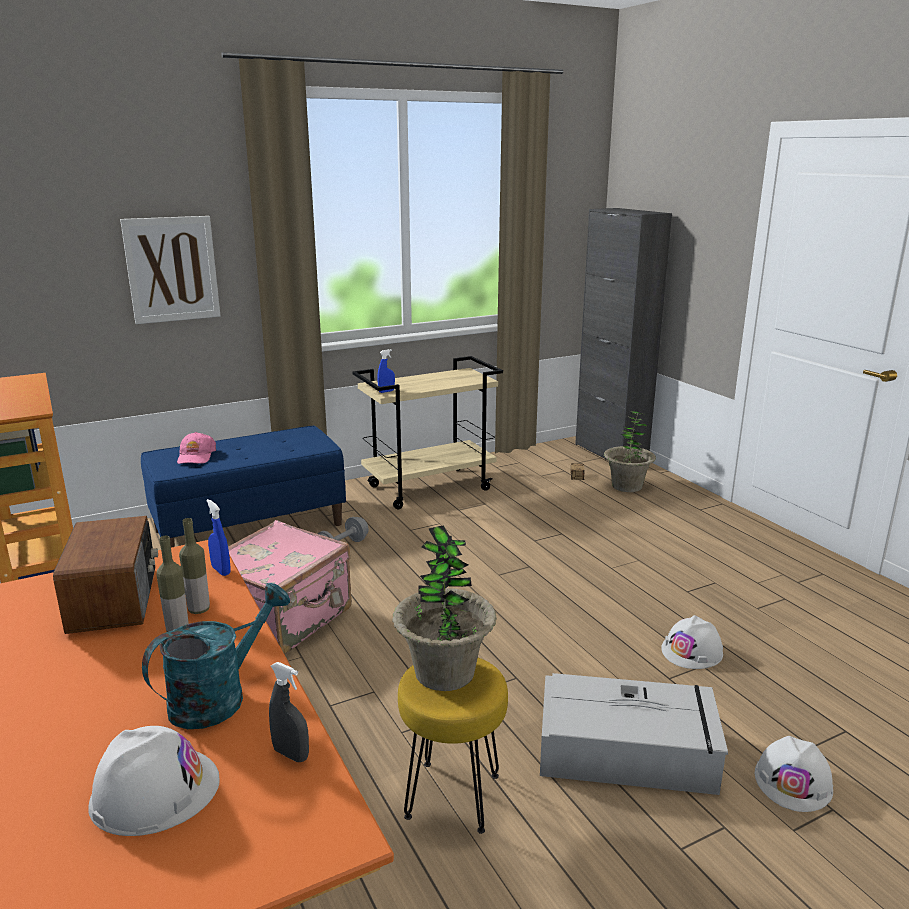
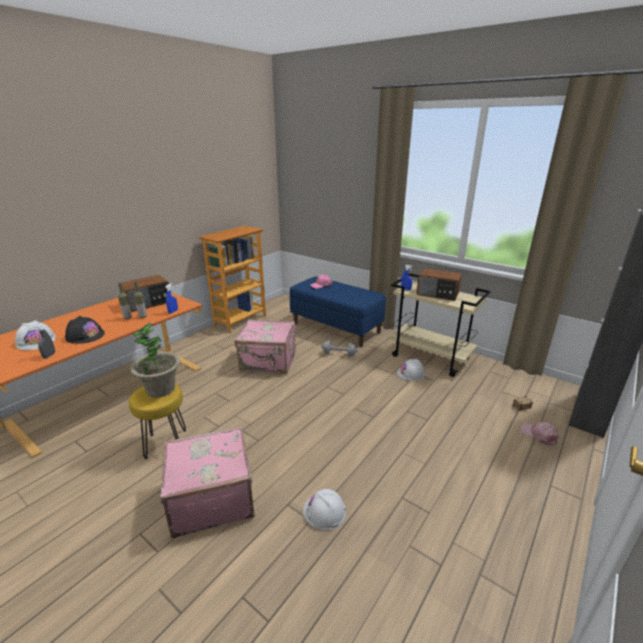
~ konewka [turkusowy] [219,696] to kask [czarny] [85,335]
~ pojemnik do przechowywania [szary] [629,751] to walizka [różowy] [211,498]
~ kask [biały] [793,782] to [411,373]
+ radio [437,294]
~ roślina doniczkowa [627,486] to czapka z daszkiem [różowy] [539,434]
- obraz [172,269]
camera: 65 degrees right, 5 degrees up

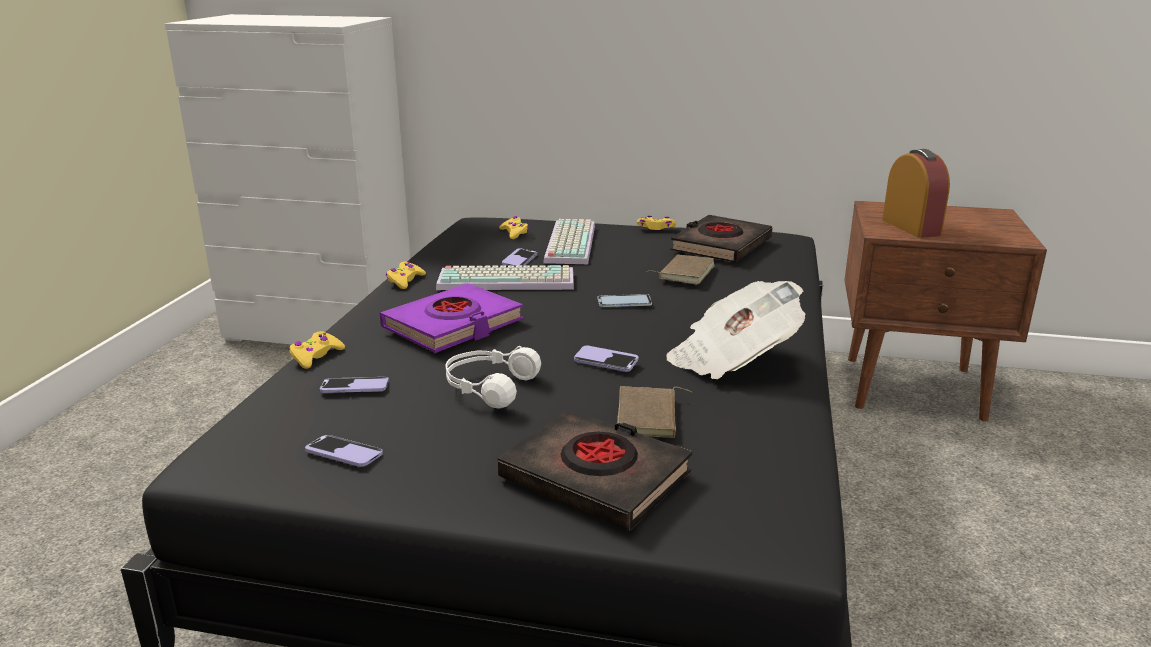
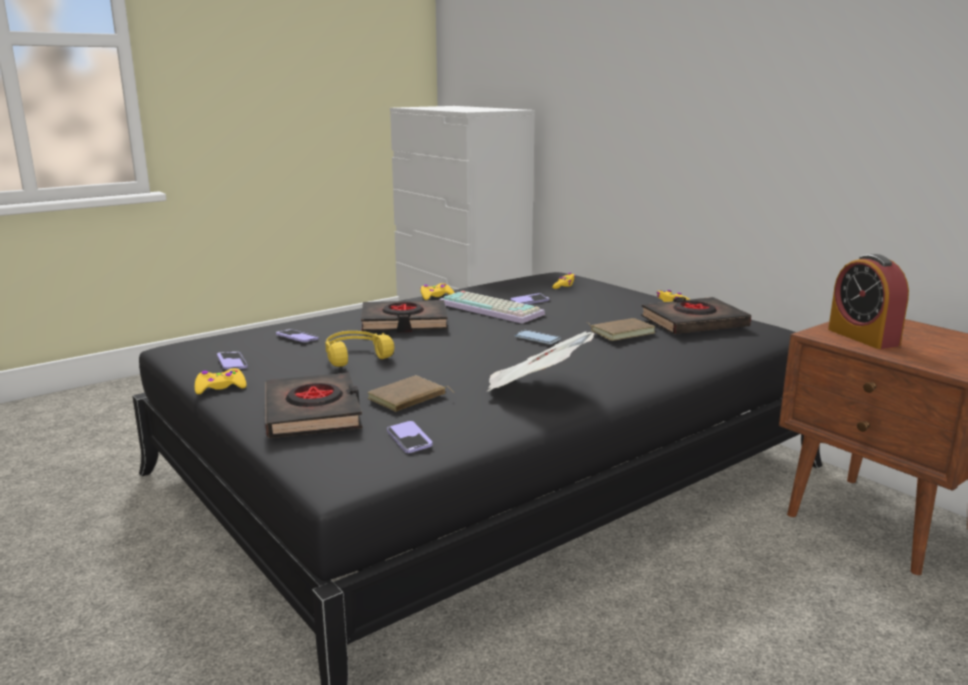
~ pad do gier [żółty] [315,356] to [220,387]
~ słuchawki [biały] [488,387] to słuchawki [żółty] [355,356]
~ książka [fioletowy] [453,325] to książka [czarny] [404,323]
~ telefon [606,361] to [409,439]
~ budzik [911,227] = [863,337] 135 degrees clockwise
- klawiatura [568,243]
camera: 40 degrees right, 5 degrees down

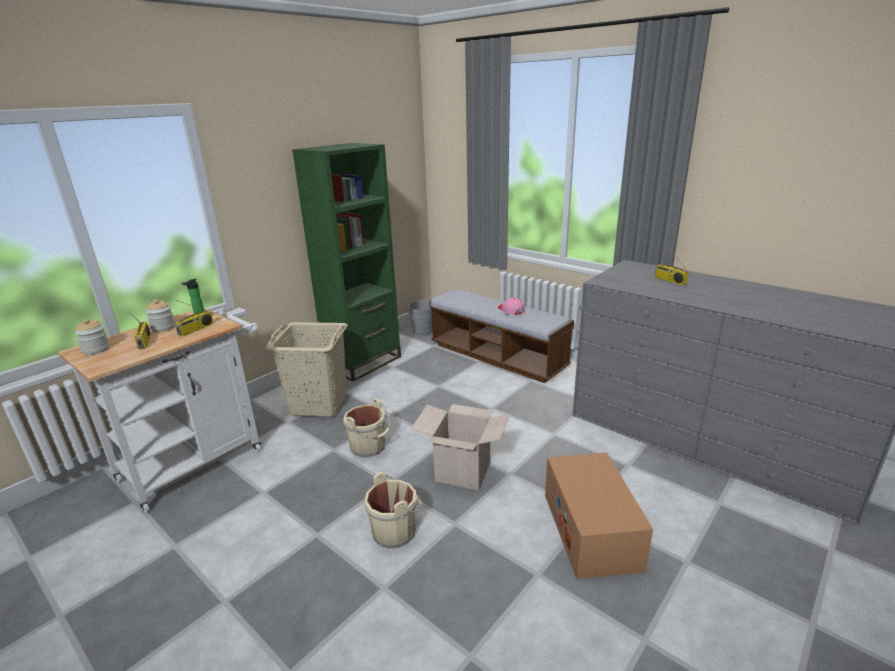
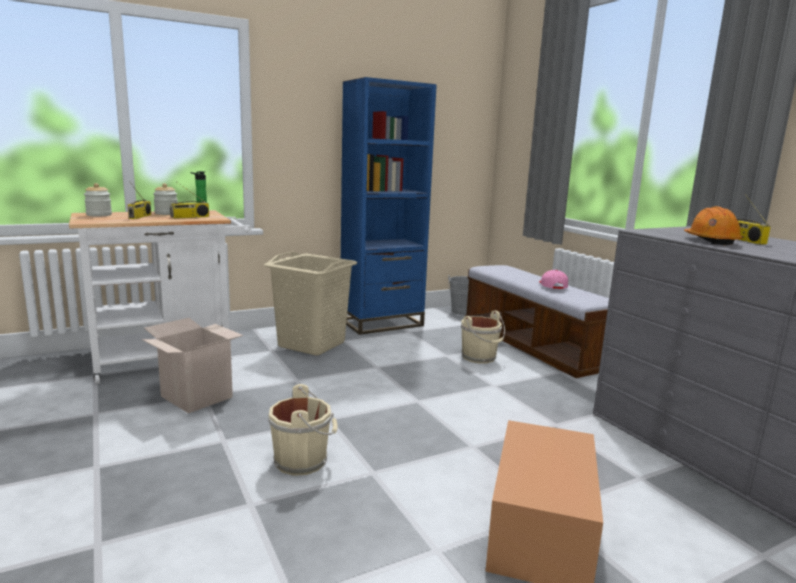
~ karton [463,472] to [196,397]
~ regał [zielony] [363,362] to regał [niebieski] [381,323]
~ wiadro [beżowy] [369,447] to [480,357]
+ kask [pomarańczowy] [710,241]
camera: 20 degrees right, 10 degrees down

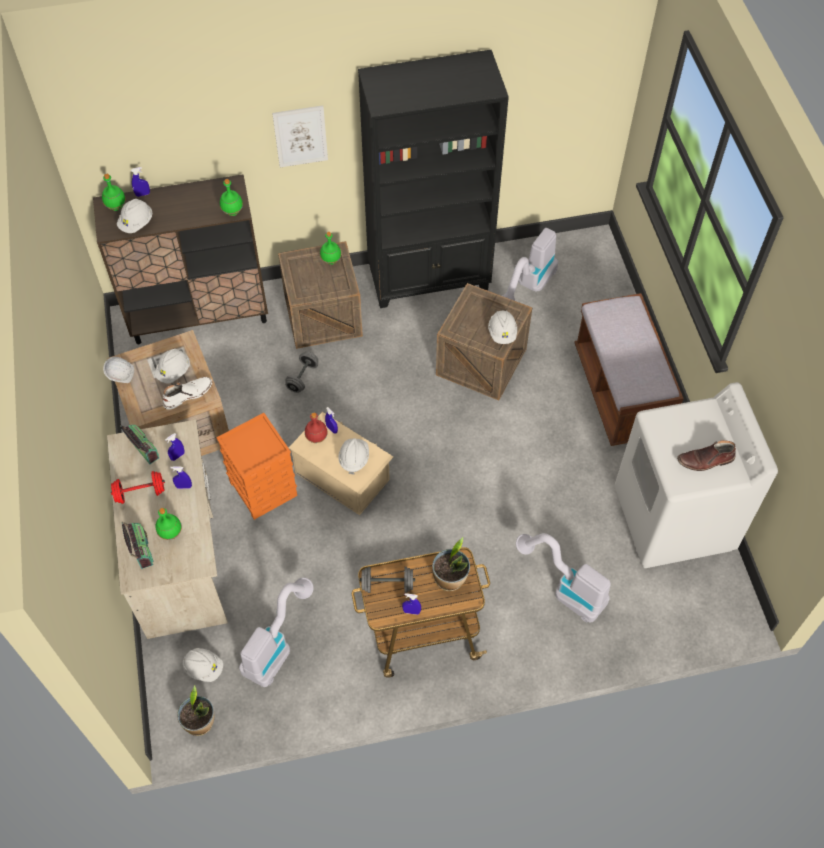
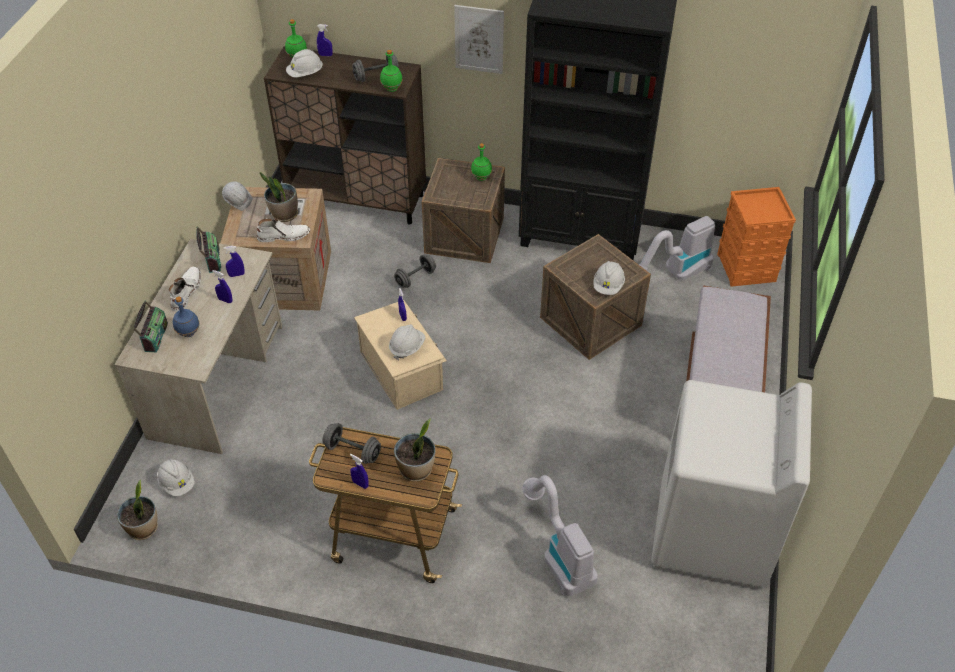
~ hantel [czerwony] [140,493] to but z cholewką [biały] [185,292]
~ butelka [zielony] [171,533] to butelka [niebieski] [188,333]
~ kask [biały] [174,371] to roślina doniczkowa [284,215]
+ hantel [szary] [376,76]
~ pojemnik do przechowywania [pomarańczowy] [264,489] to [747,268]
- odkurzacz [276,645]
- butelka [czerwony] [316,438]
- but z cholewką [brązowy] [705,460]
camera: 25 degrees right, 10 degrees down

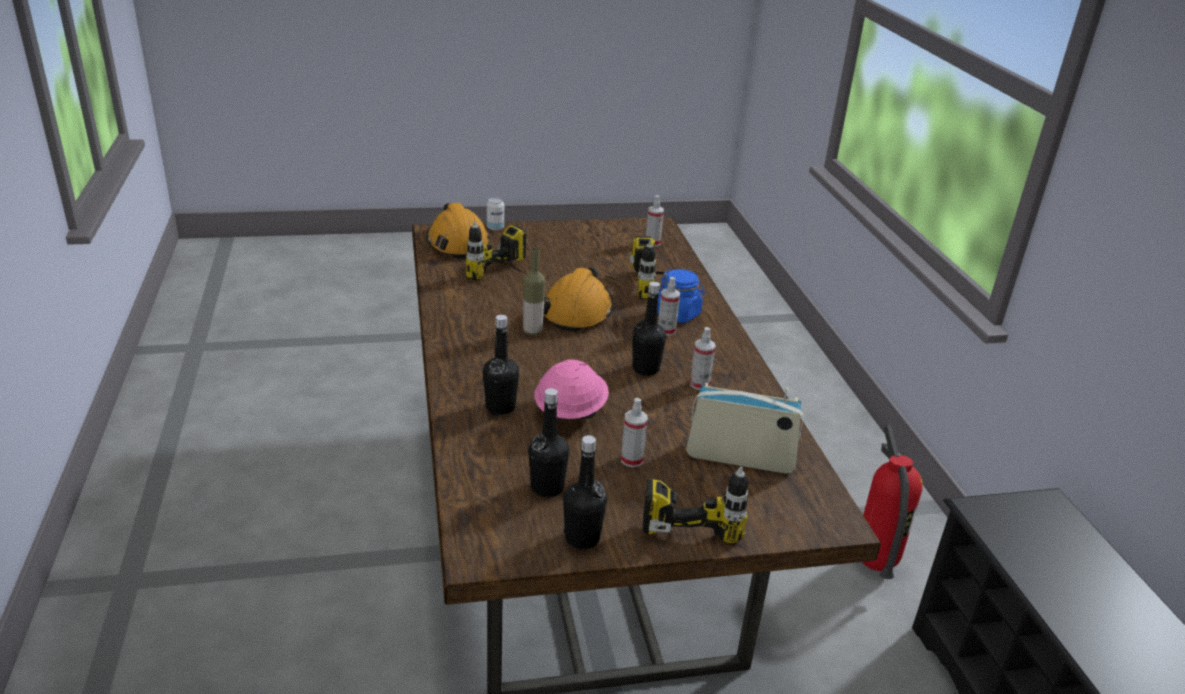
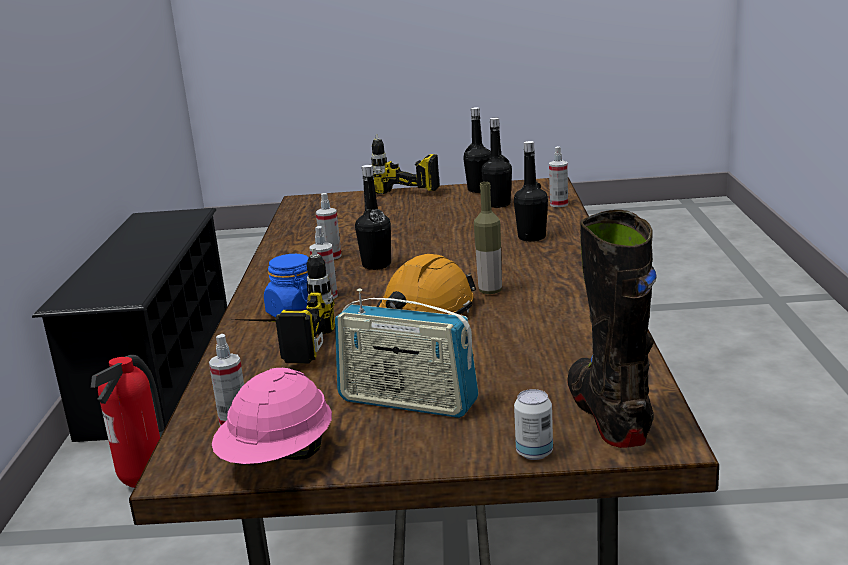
~ kask [różowy] [570,412] to [278,458]
~ radio [740,458] to [407,402]
~ spryskiwacz [631,460] to [559,204]
~ kask [pomarańczowy] [457,242] to but z cholewką [czarny] [608,415]
- wiertarka [510,278]
camera: 165 degrees left, 10 degrees down

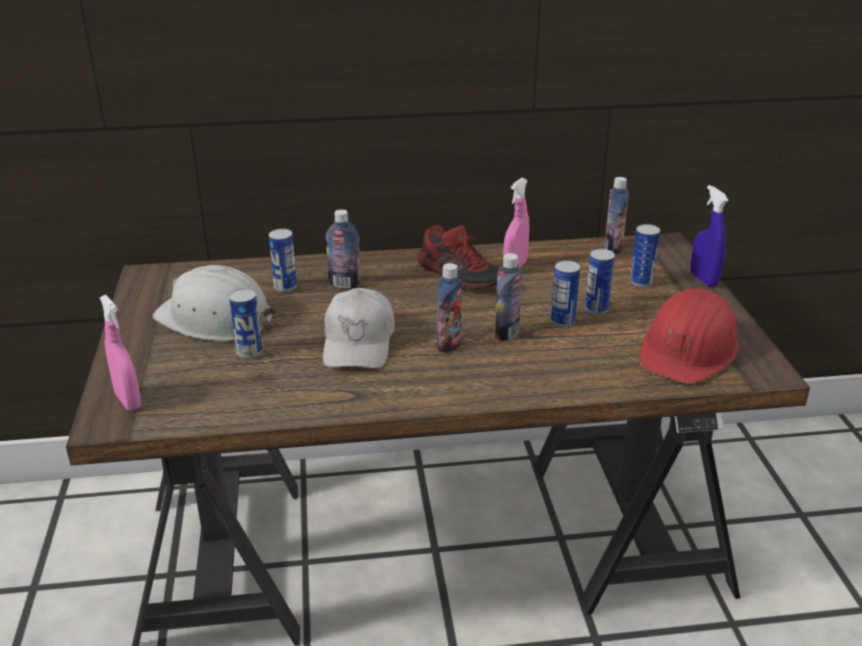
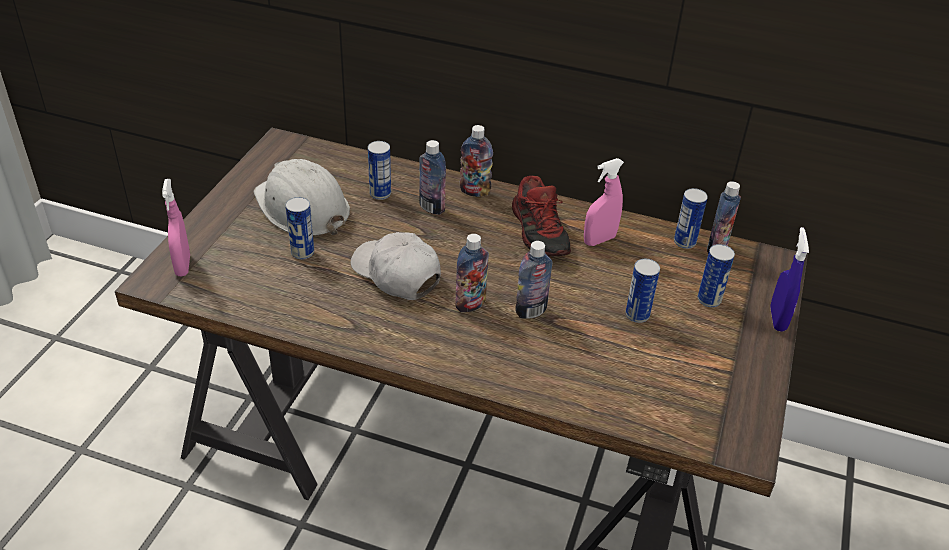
~ czapka z daszkiem [biały] [359,343] = [396,274] 105 degrees clockwise
+ butelka [475,191]
~ puszka [562,322] to [684,242]
- kask [czerwony] [689,349]
camera: 25 degrees right, 10 degrees up

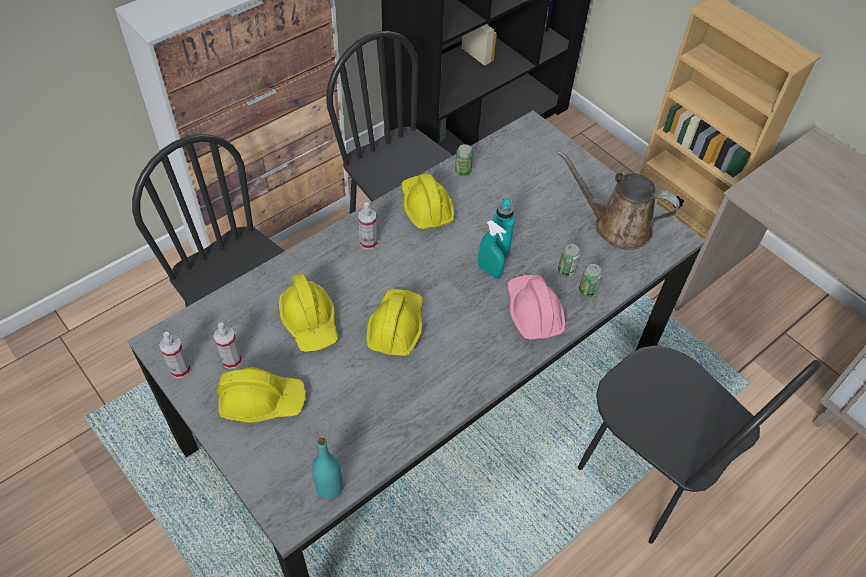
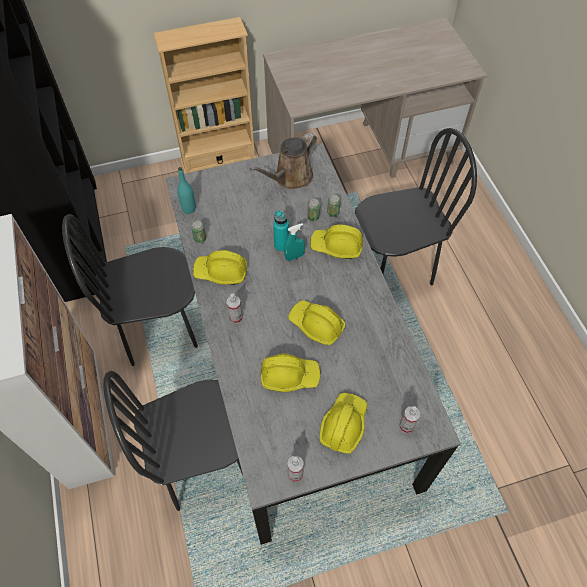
~ butelka [turkusowy] [329,488] to [188,209]
~ kask [różowy] [533,312] to kask [żółty] [336,246]
~ spryskiwacz [231,360] to [406,426]
camera: 65 degrees left, 5 degrees up

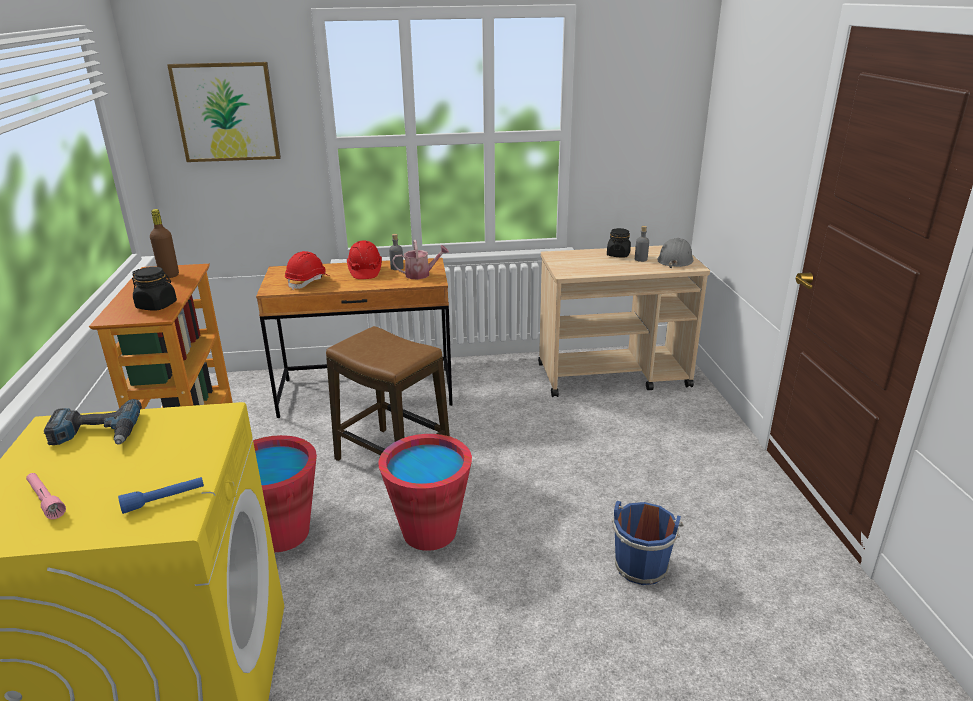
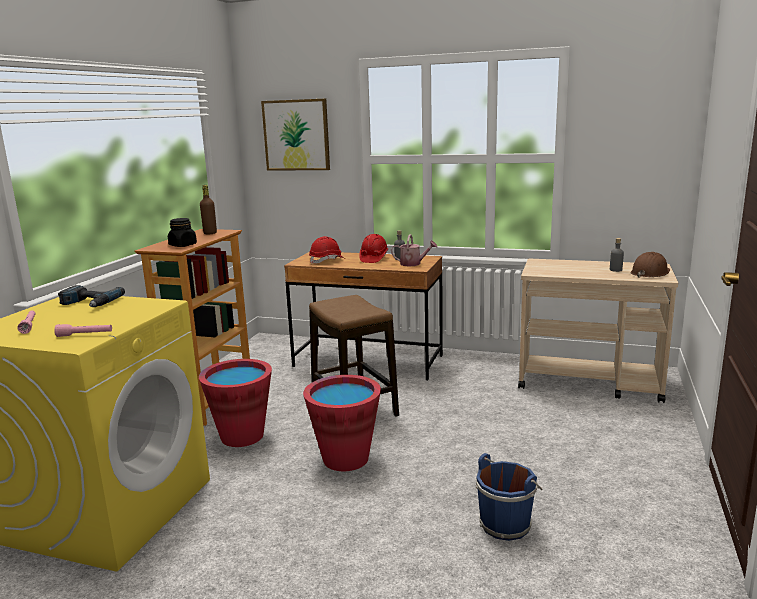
~ latarka [niebieski] [164,500] to latarka [różowy] [85,335]
~ kask [szary] [675,260] to kask [brązowy] [650,273]
- słoik [czarny] [618,255]
camera: 25 degrees right, 10 degrees down

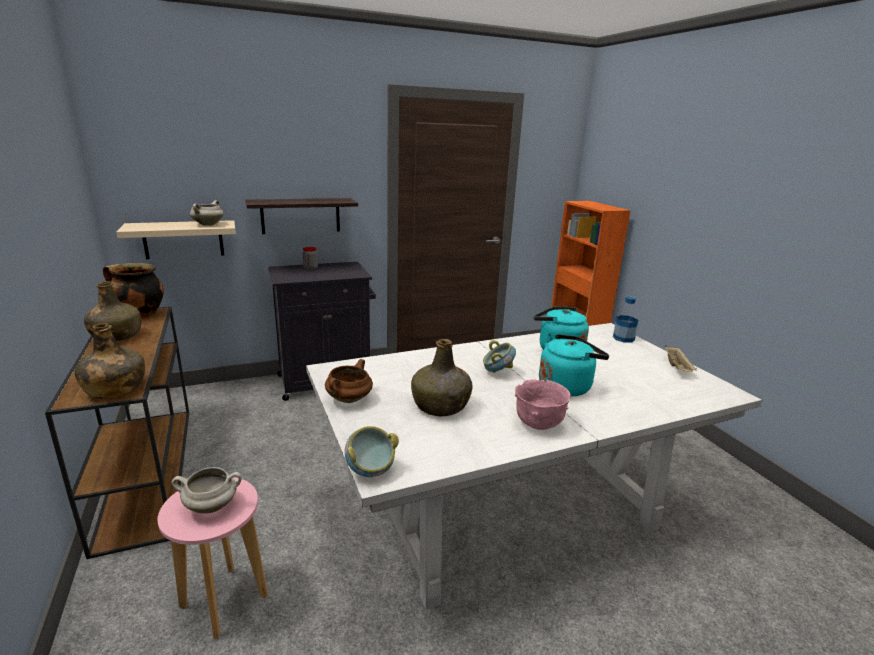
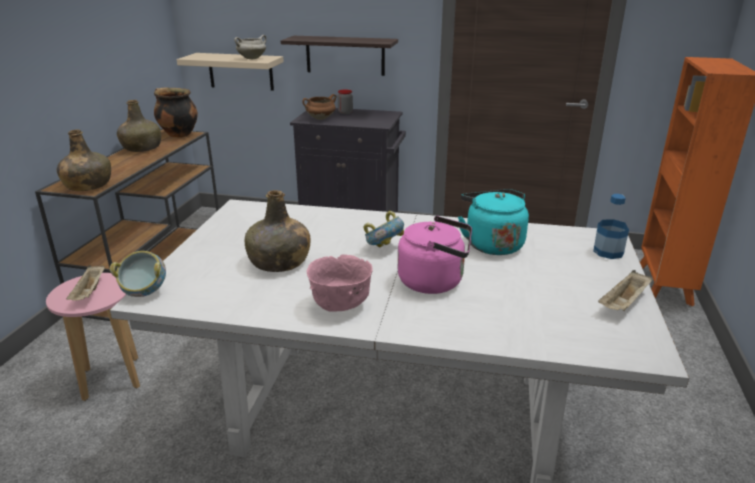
~ garnek [biały] [212,506] to taca [beżowy] [90,292]
~ garnek [brązowy] [349,400] to [320,118]
~ czajnik [turkusowy] [567,386] to czajnik [różowy] [435,281]
camera: 35 degrees right, 5 degrees up

